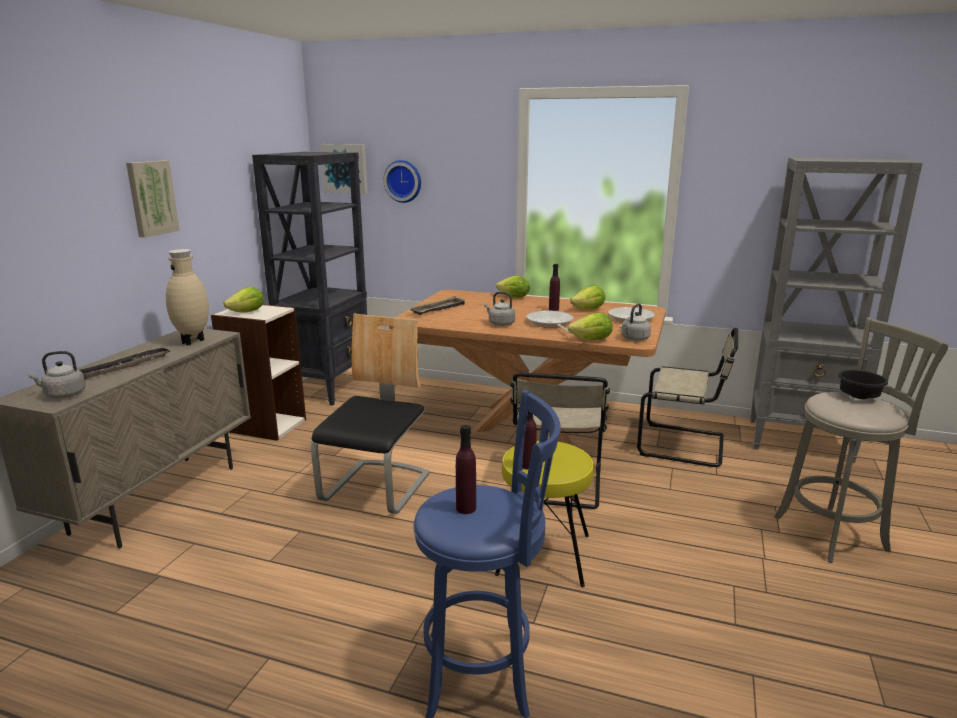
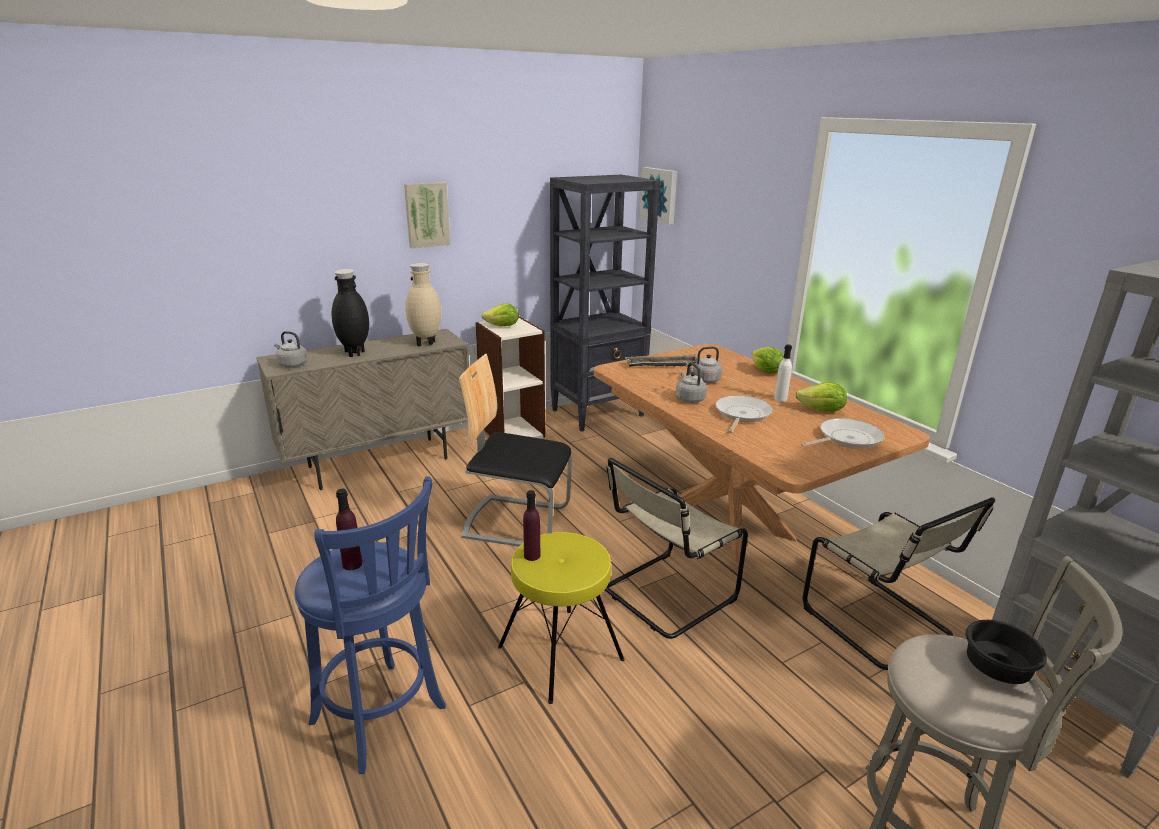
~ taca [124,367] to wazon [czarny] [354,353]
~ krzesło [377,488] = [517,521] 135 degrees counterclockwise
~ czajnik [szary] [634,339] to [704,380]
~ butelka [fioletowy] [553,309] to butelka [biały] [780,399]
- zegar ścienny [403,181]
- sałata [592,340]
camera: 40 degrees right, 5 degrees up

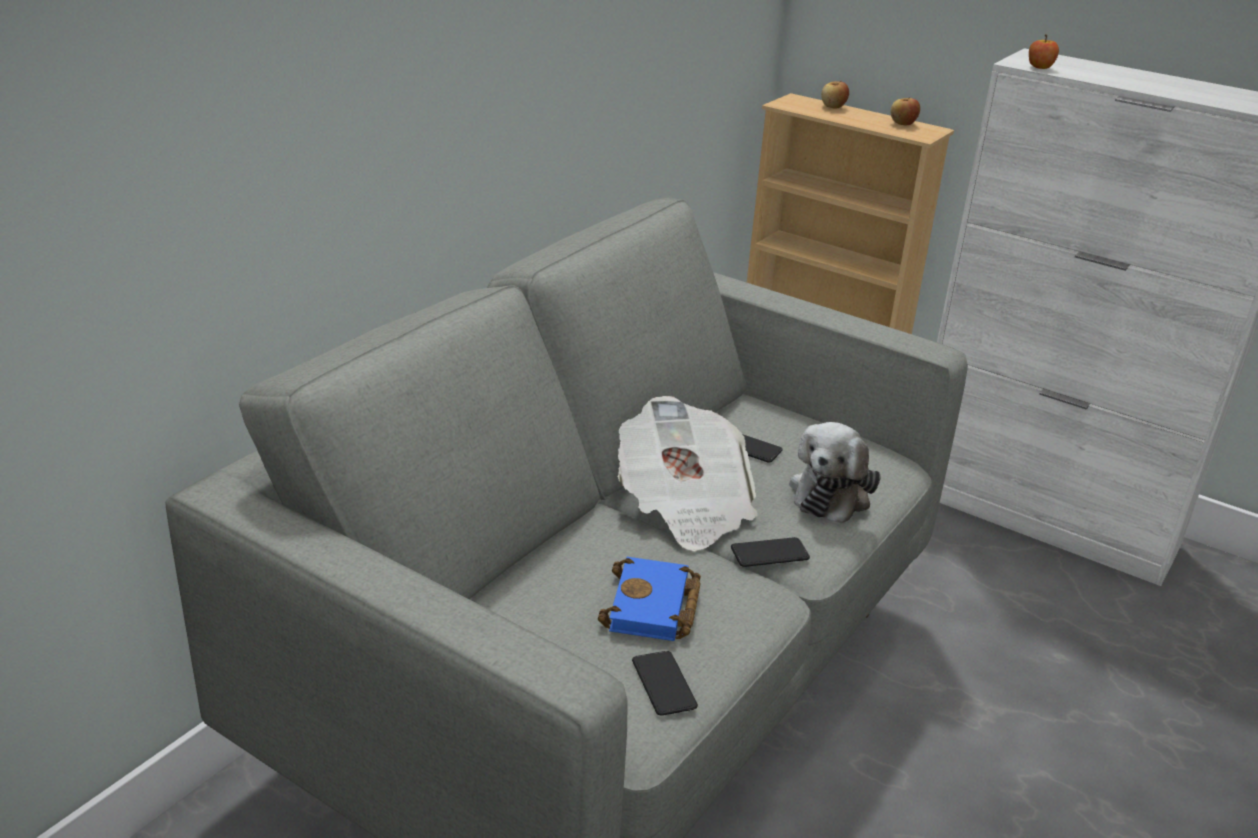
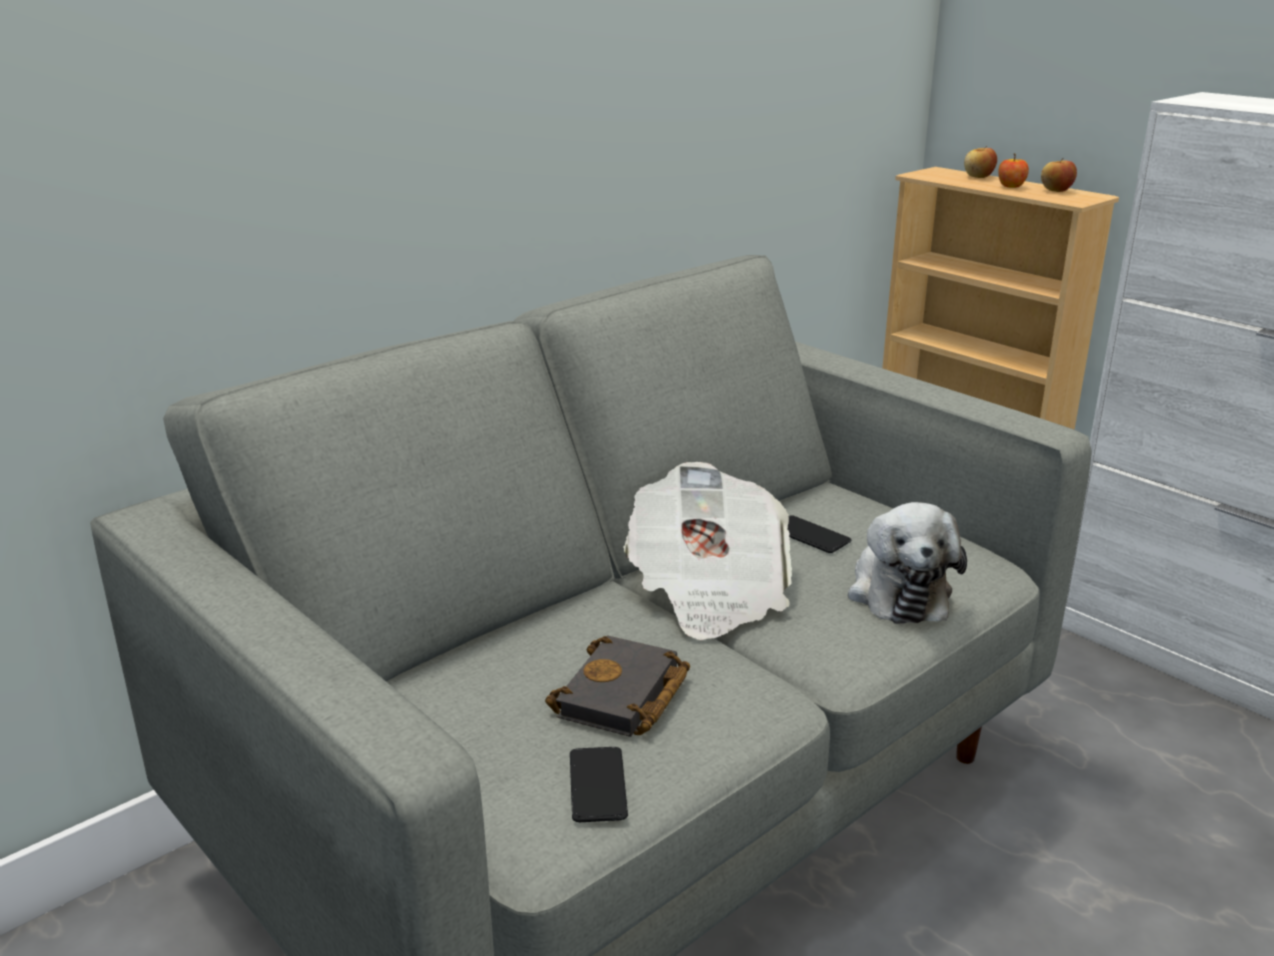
~ książka [niebieski] [653,608] to książka [czarny] [623,698]
~ pluszak [832,493] = [897,591] 45 degrees counterclockwise
~ jabłko [1040,67] to [1011,186]
- telefon [769,553]
camera: 15 degrees right, 5 degrees down

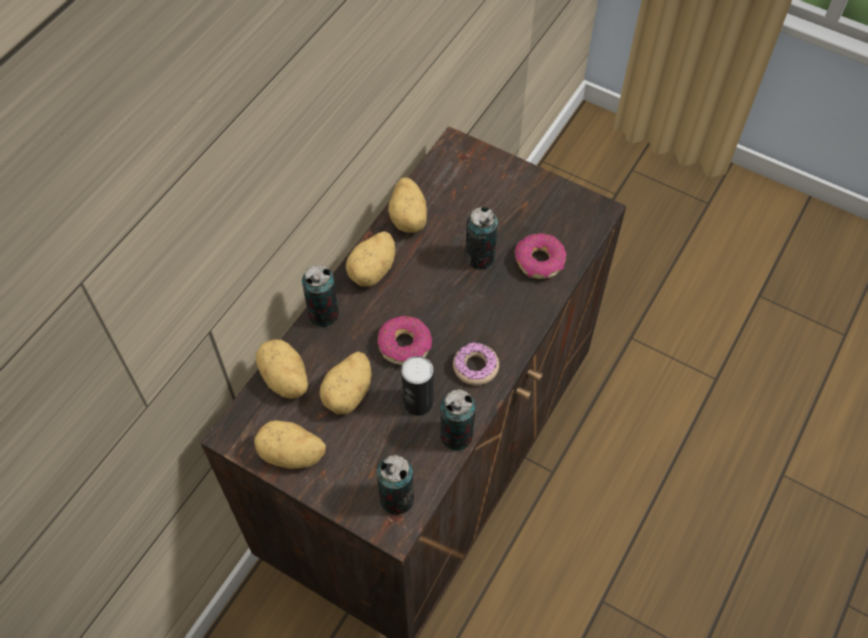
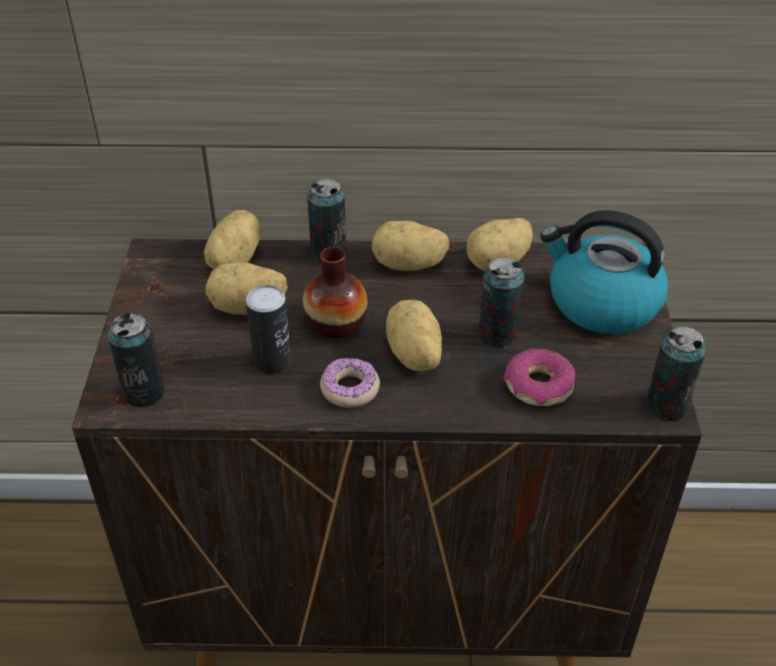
~ donut [404,345] to wazon [336,323]
~ ziemniak [292,455] to [413,355]
+ czajnik [601,303]
~ puszka [456,435] to [666,406]
camera: 60 degrees right, 15 degrees down

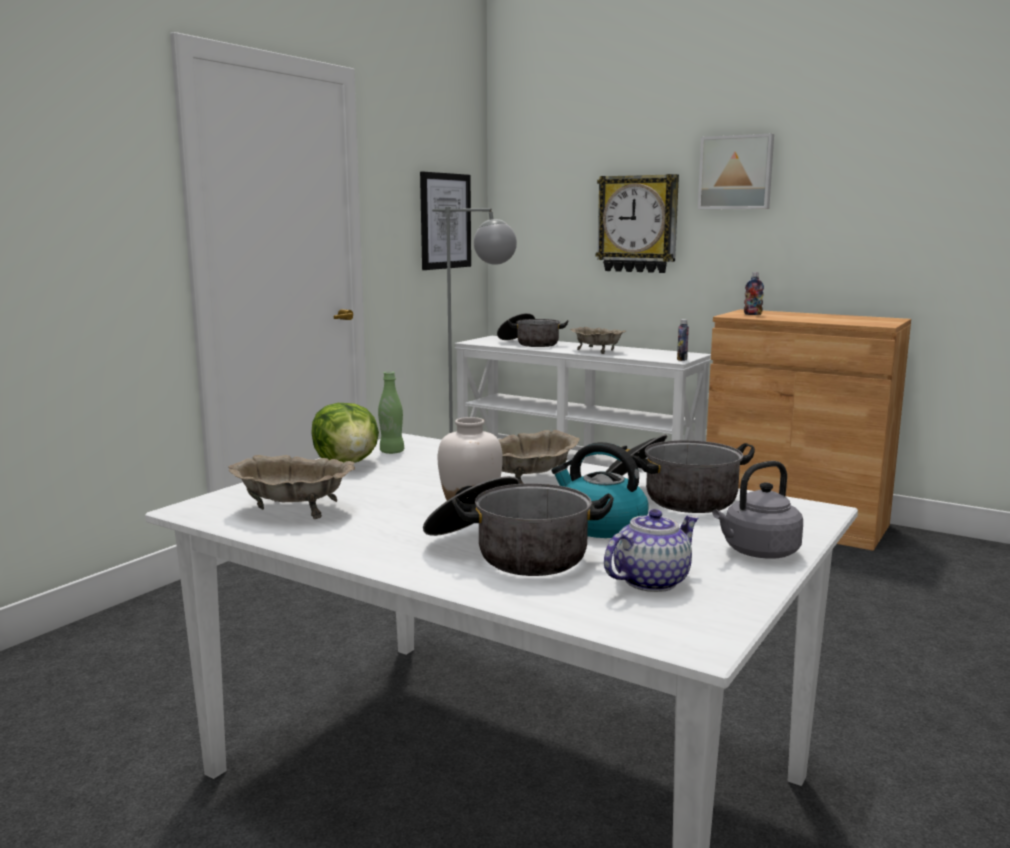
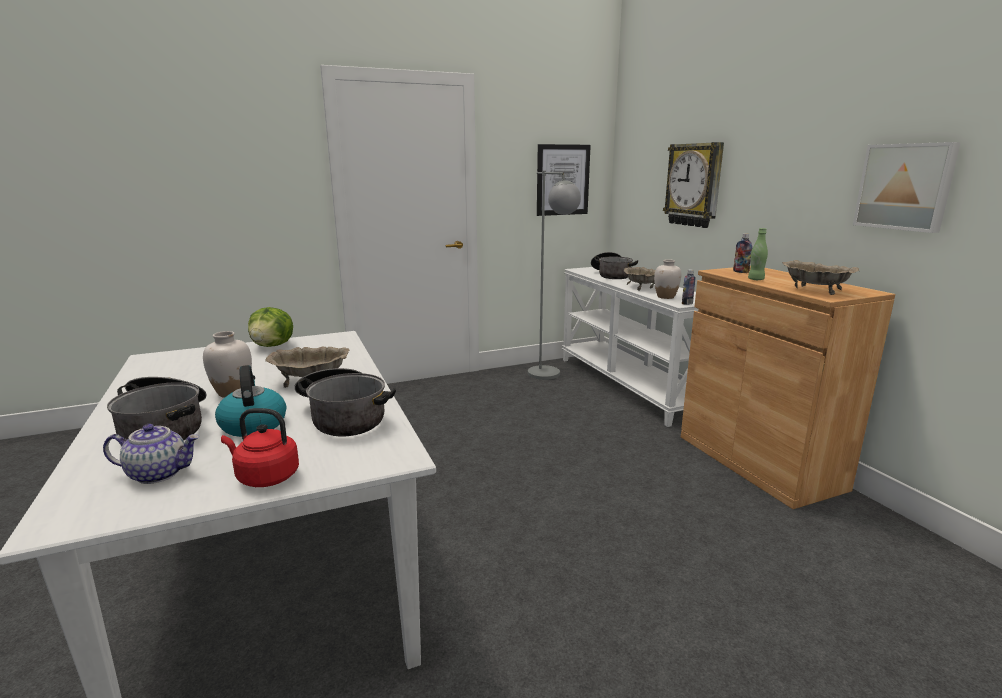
~ czajnik [szary] [757,552] to czajnik [czerwony] [265,477]
+ wazon [biały] [666,297]
~ butelka [zielony] [392,452] to [755,279]
~ miska [beżowy] [293,510] to [815,291]
~ obraz [736,172] to [905,186]
camera: 35 degrees right, 5 degrees up

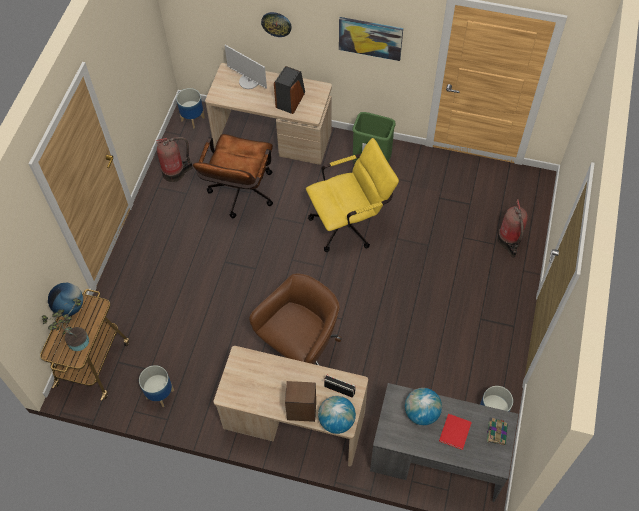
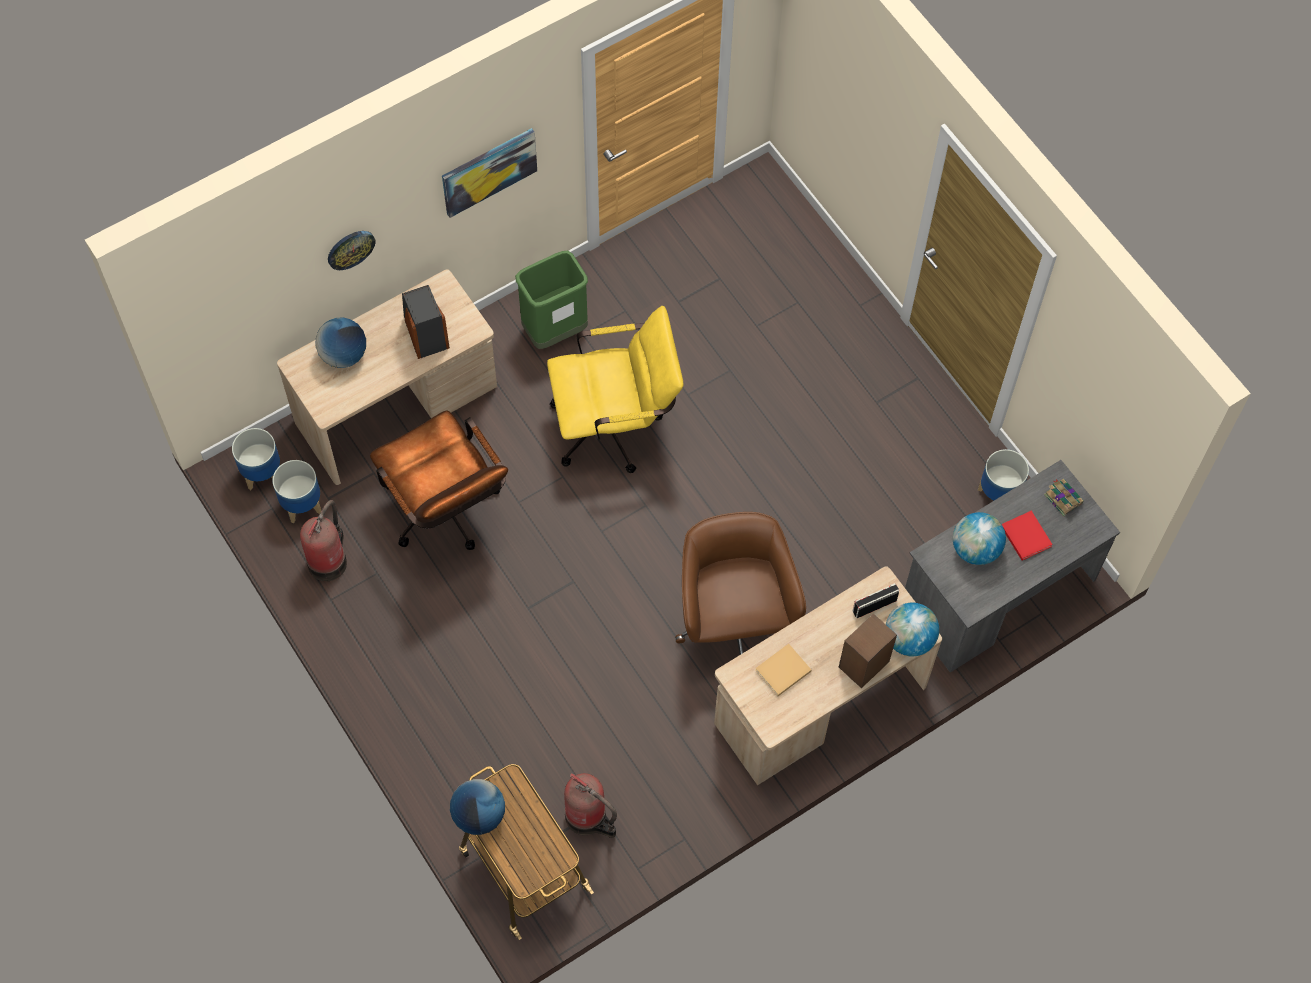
~ donica [159,394] to [301,505]
~ monitor [249,81] to globus [343,355]
~ krzesło biurowe [żółty] [350,223] = [615,426] 60 degrees clockwise
~ gaśnica [509,241] to [588,817]
+ książka [beżowy] [781,671]
- roślina doniczkowa [75,341]
camera: 50 degrees left, 5 degrees up

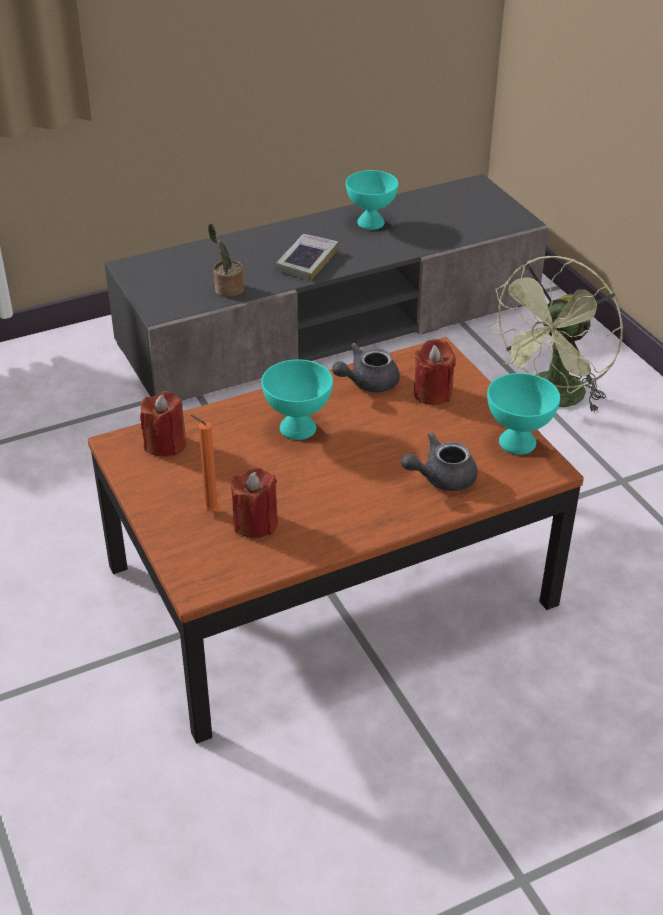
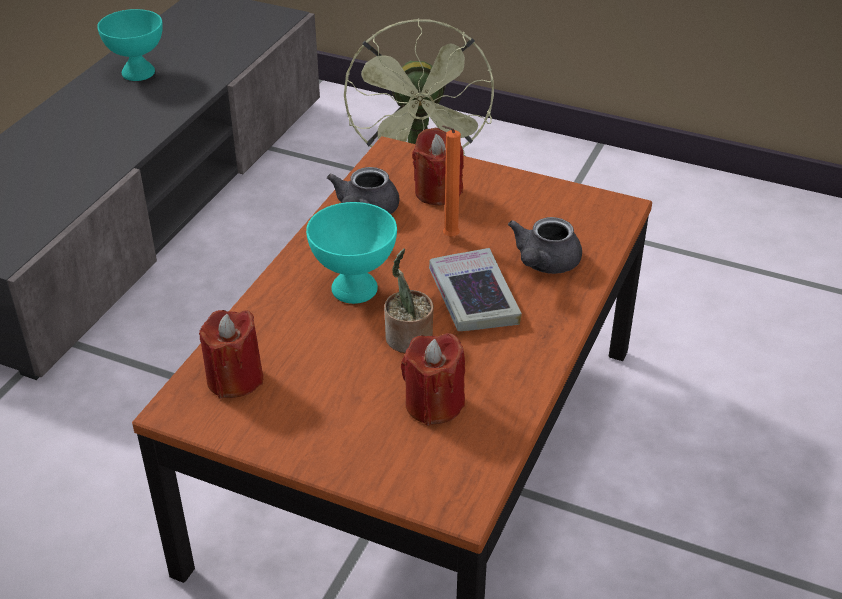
~ roślina doniczkowa [227,290] to [408,340]
~ książka [307,261] to [473,297]
~ świeca [pomarańczowy] [209,511] to [448,238]
- miska [turkusowy] [516,442]
camera: 40 degrees left, 0 degrees up

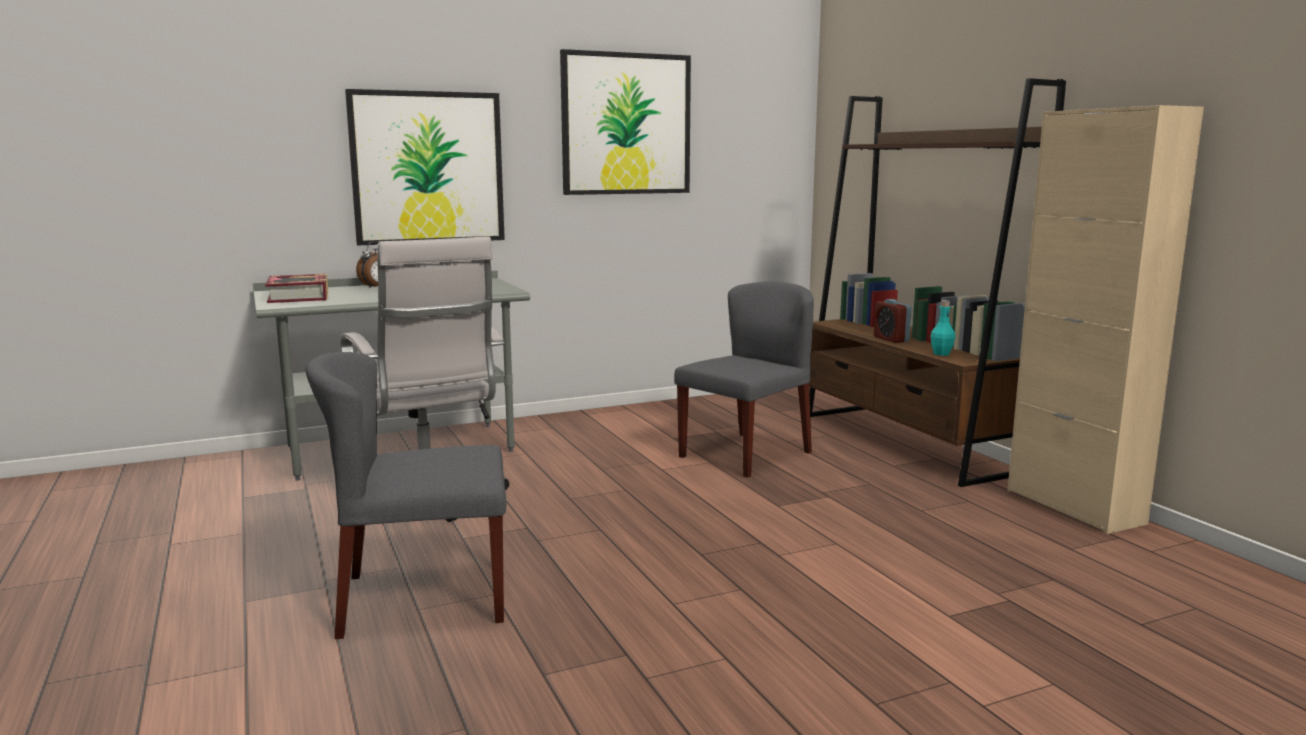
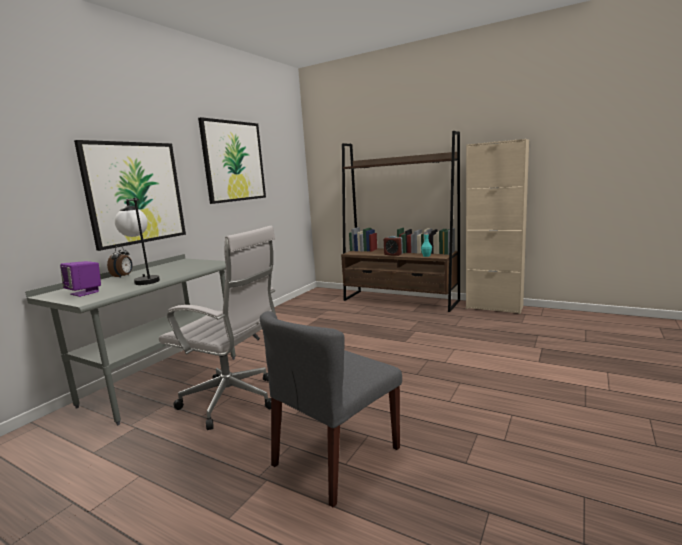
~ książka [299,297] to głośnik [fioletowy] [85,293]
+ lampa stołowa [143,280]
- krzesło [szary] [745,454]
camera: 35 degrees left, 0 degrees up

